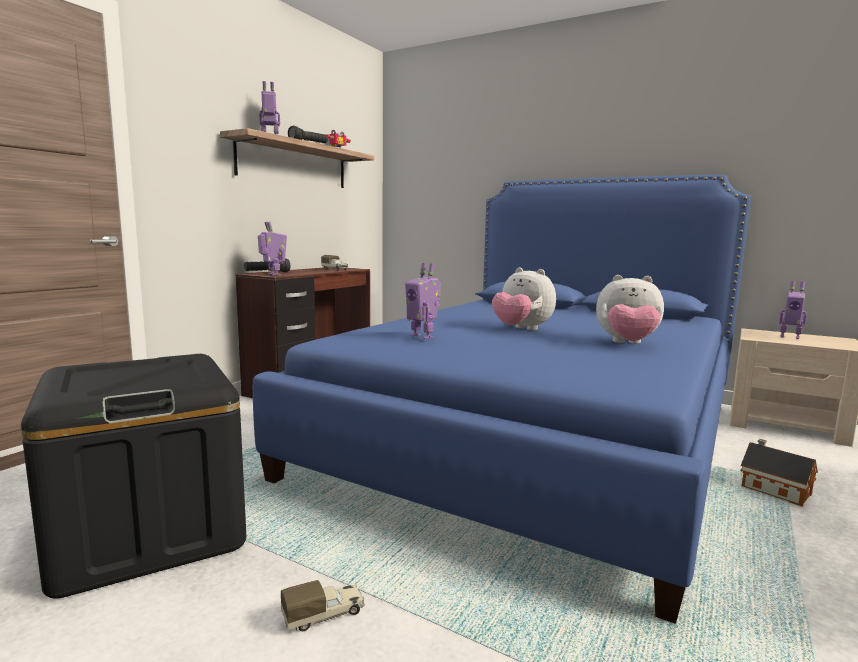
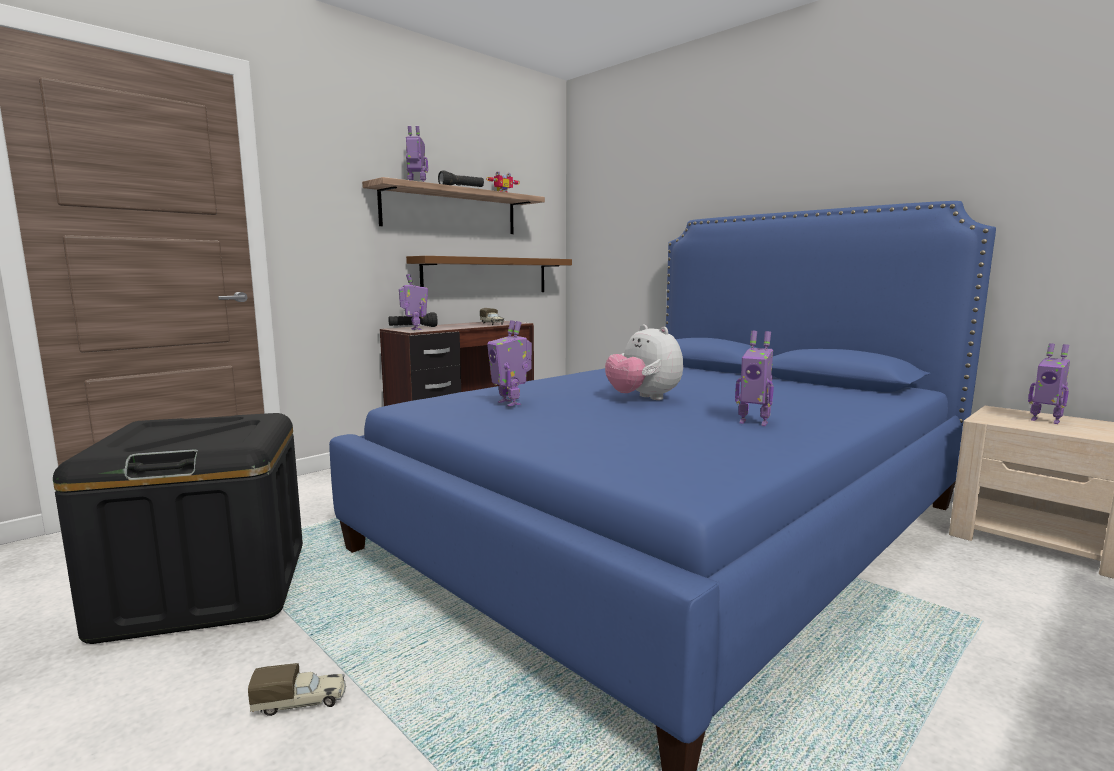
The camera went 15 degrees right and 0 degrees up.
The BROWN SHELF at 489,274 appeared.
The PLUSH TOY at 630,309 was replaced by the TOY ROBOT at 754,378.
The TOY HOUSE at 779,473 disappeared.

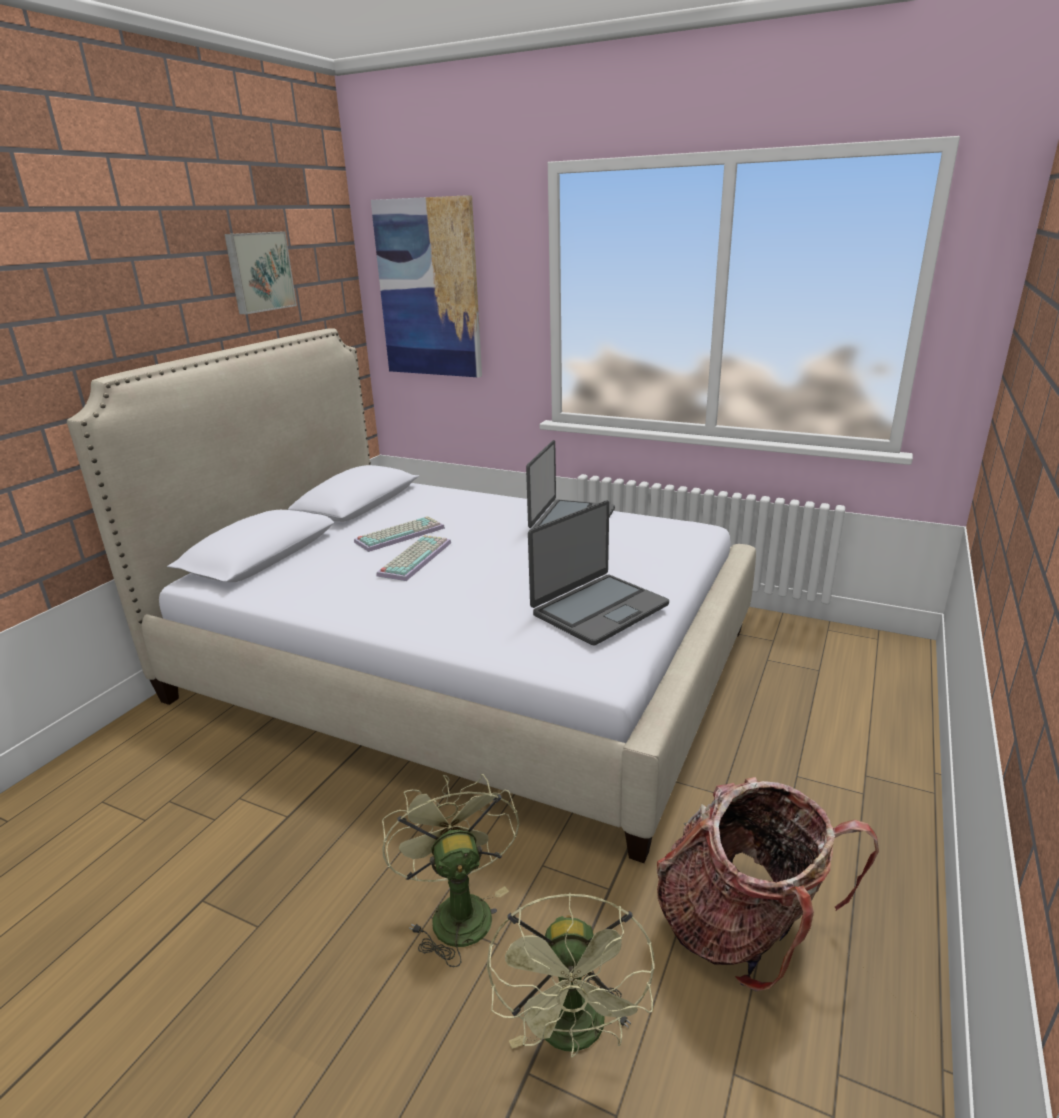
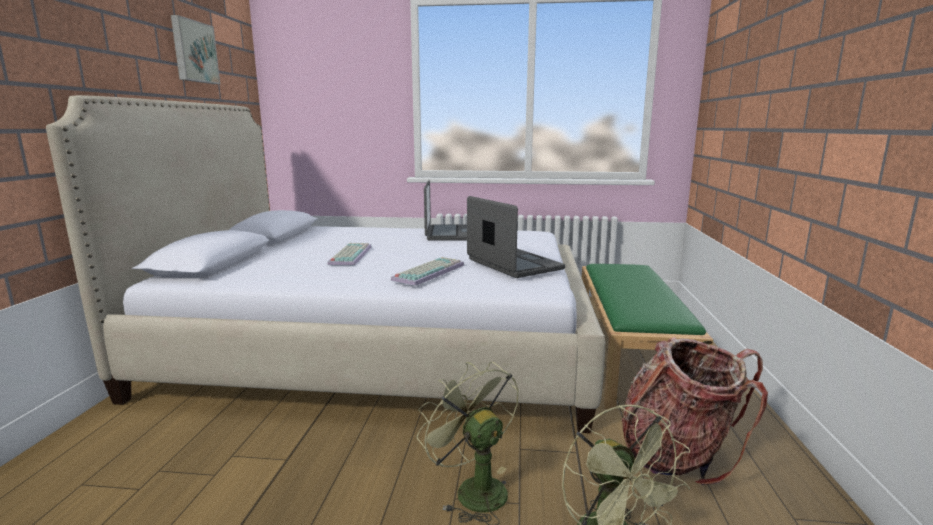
The camera went 20 degrees left and 10 degrees down.
The KEYBOARD moved from 399,534 to 427,271.
The LAPTOP at 598,573 turned 60 degrees counterclockwise.
The GREEN BENCH at 647,337 appeared.
The PICTURE at 426,286 disappeared.

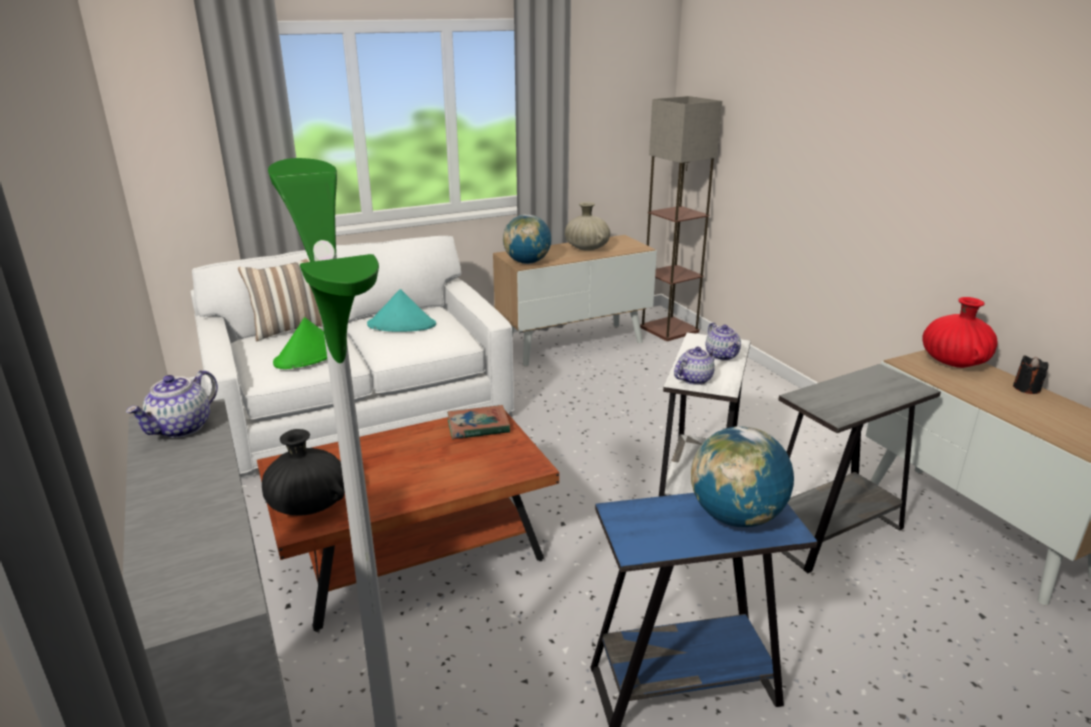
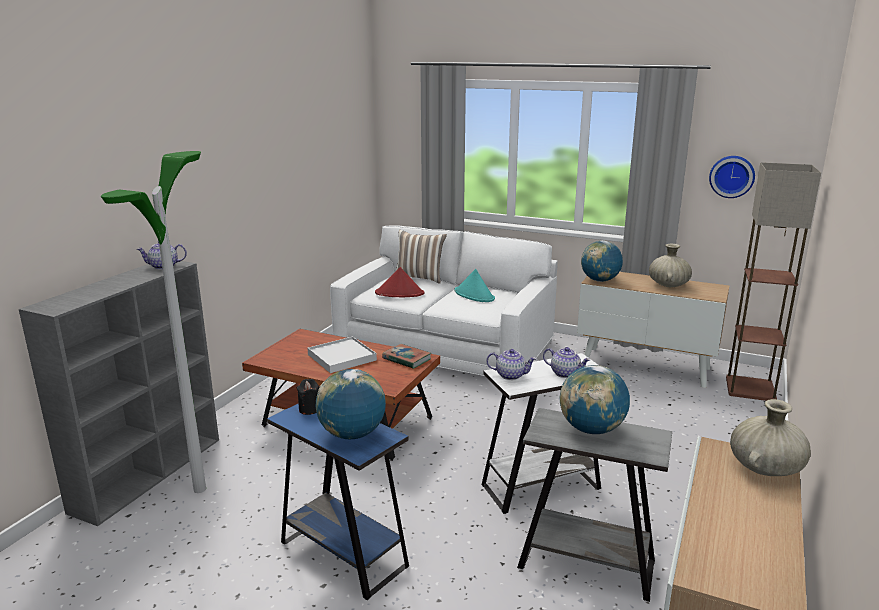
The camera went 50 degrees right and 5 degrees down.
The BLACK CANDLE moved from 1030,374 to 308,397.
The WHITE TRAY at 342,354 appeared.
The GREEN HAT at 300,343 became the RED HAT at 399,282.
The TEAPOT at 723,341 turned 90 degrees counterclockwise.
The GLOBE at 595,399 appeared.
The WALL CLOCK at 732,177 appeared.
The RED VASE at 960,332 became the BEIGE VASE at 770,437.
The BLACK VASE at 303,472 disappeared.

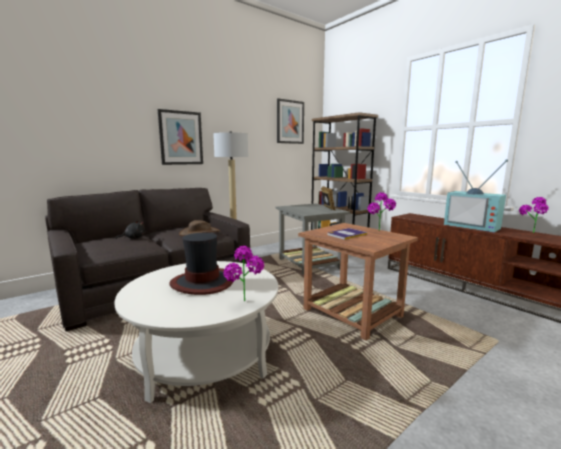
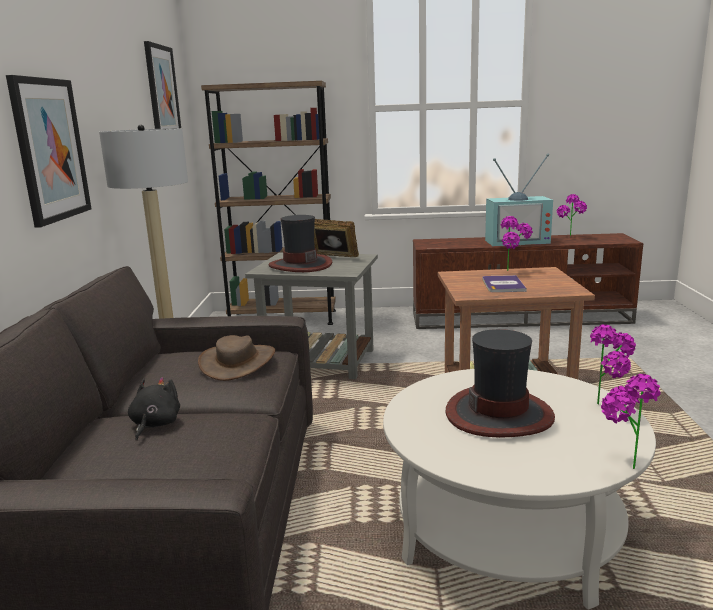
The camera went 50 degrees left and 5 degrees up.
The HAT at 300,243 appeared.
The POTTED PLANT at 631,421 appeared.

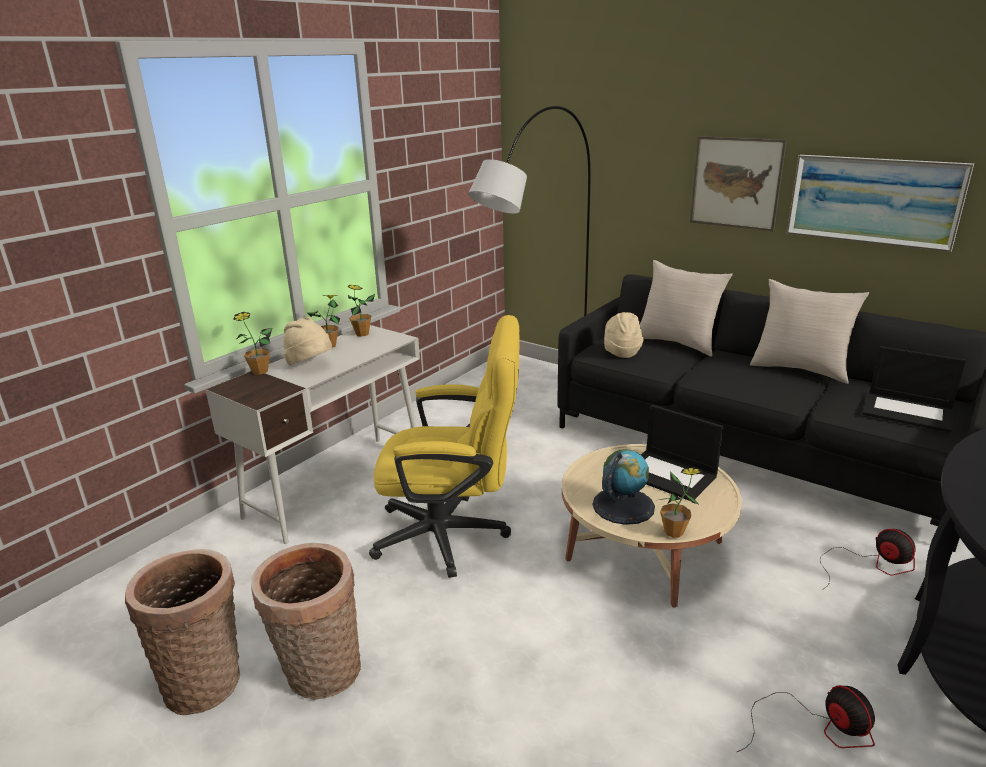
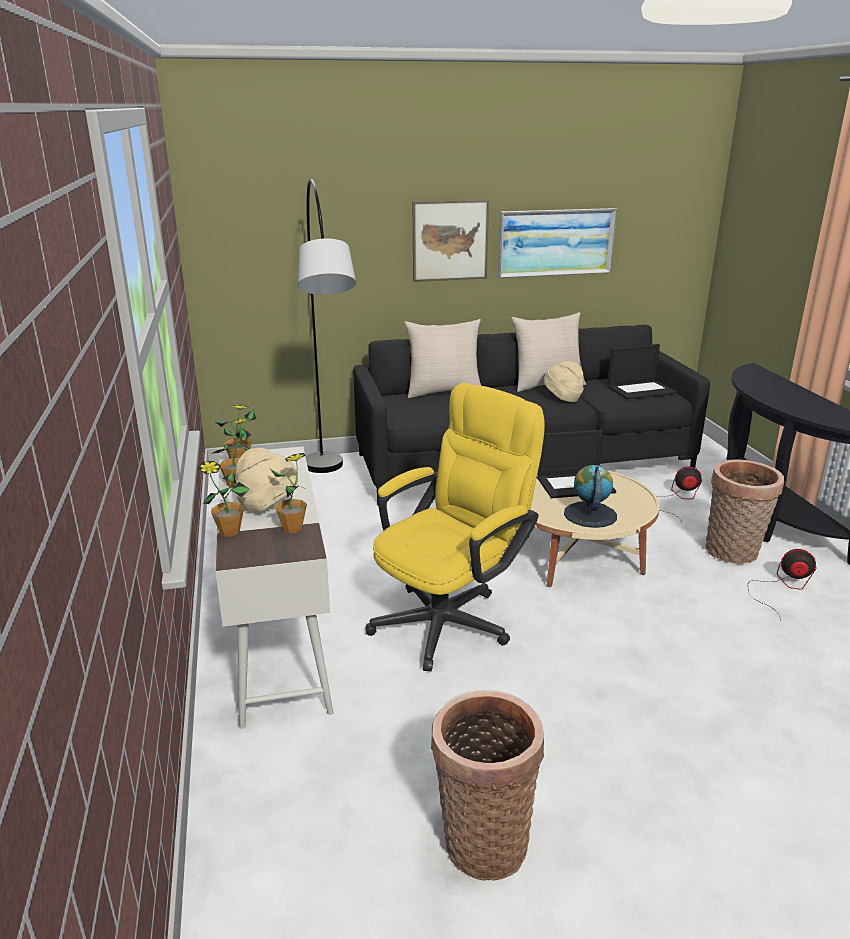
The camera went 50 degrees left and 0 degrees up.
The POTTED PLANT moved from 680,503 to 288,493.
The BEIGE HAT moved from 623,335 to 563,381.
The BASKET moved from 306,621 to 744,511.

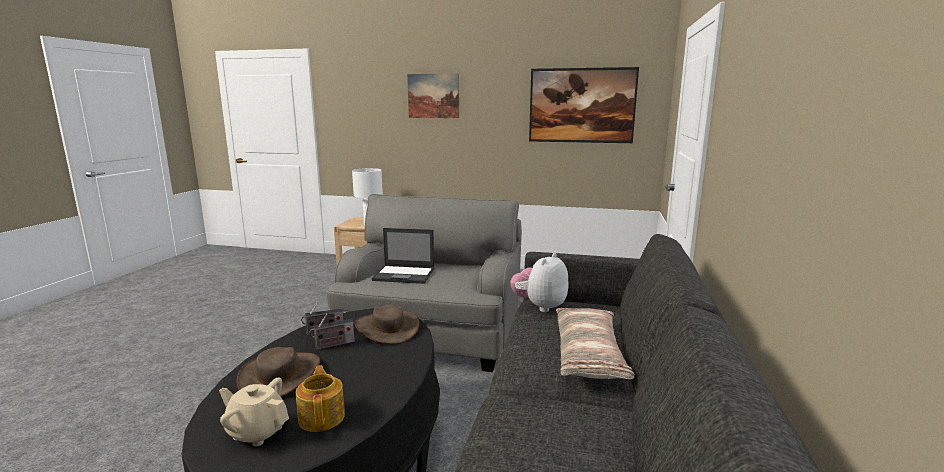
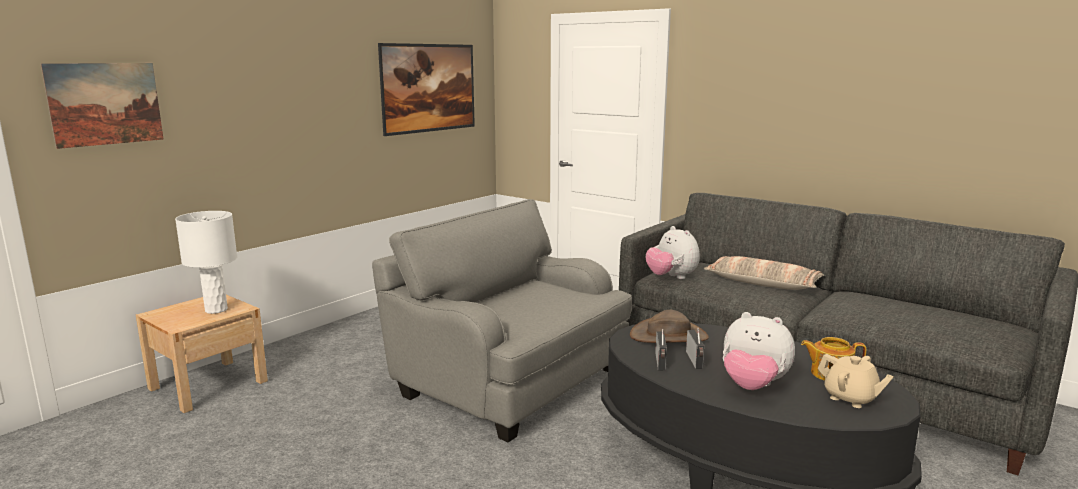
The camera went 65 degrees left and 0 degrees up.
The PICTURE moved from 433,95 to 102,106.
The BROWN HAT at 278,372 was replaced by the PLUSH TOY at 759,351.
The BEIGE TEAPOT at 254,412 turned 90 degrees counterclockwise.
The LAPTOP at 403,256 disappeared.

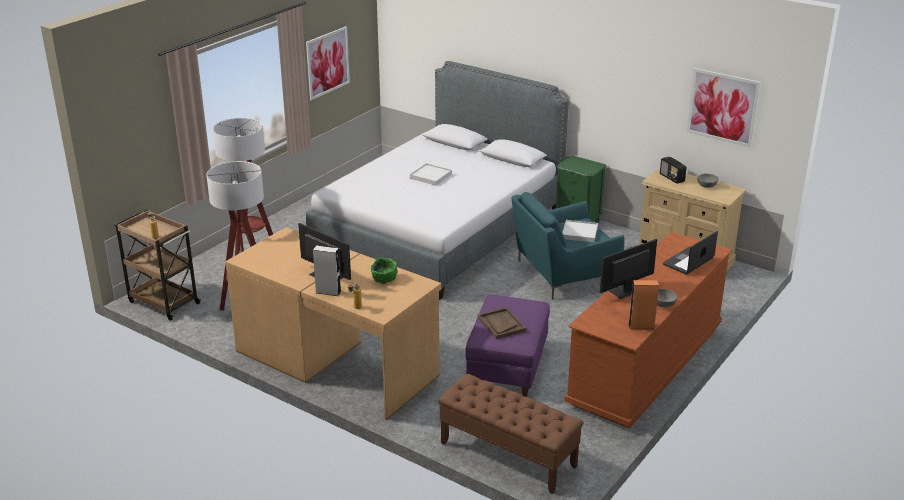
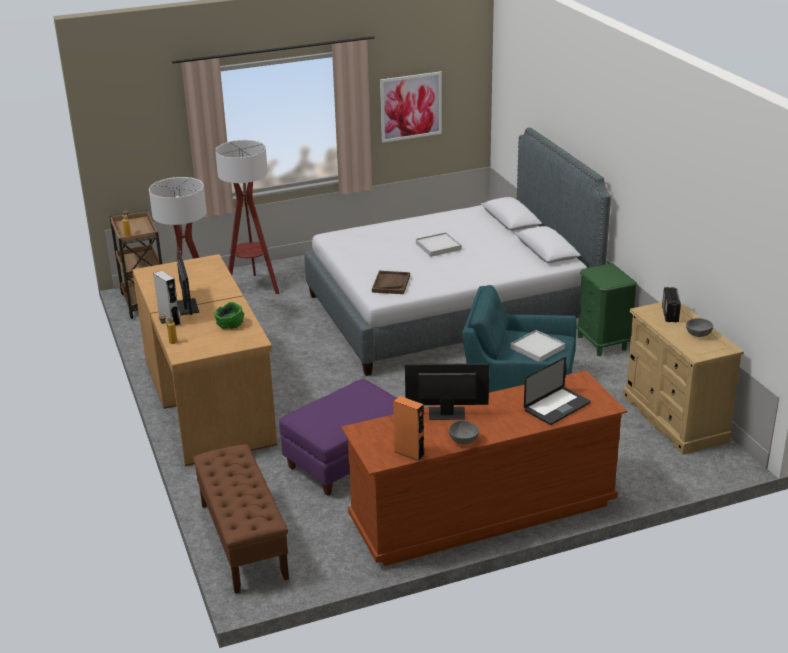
The camera went 35 degrees right and 0 degrees up.
The BROWN TRAY moved from 502,323 to 391,282.
The LAPTOP at 690,253 turned 150 degrees clockwise.
The PICTURE at 724,108 disappeared.

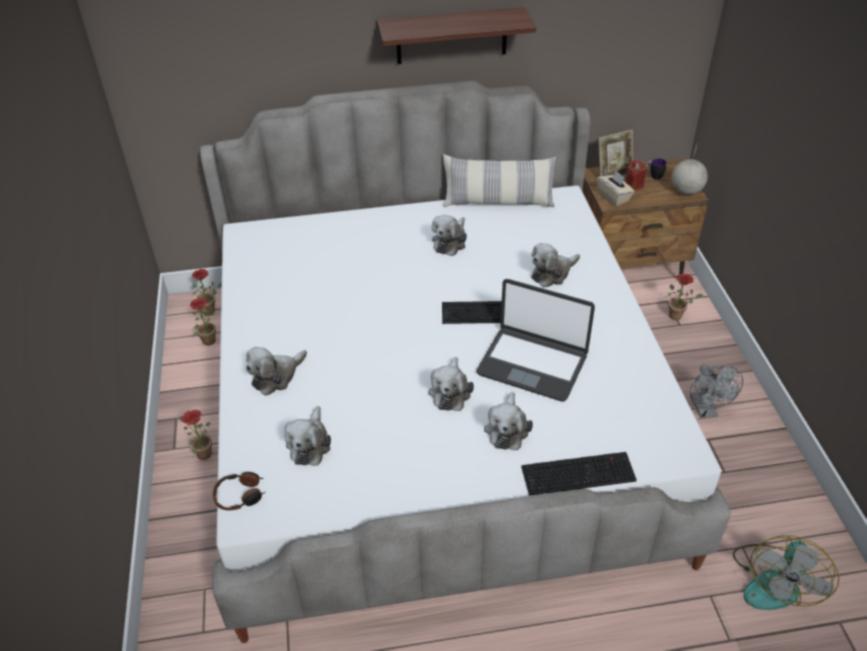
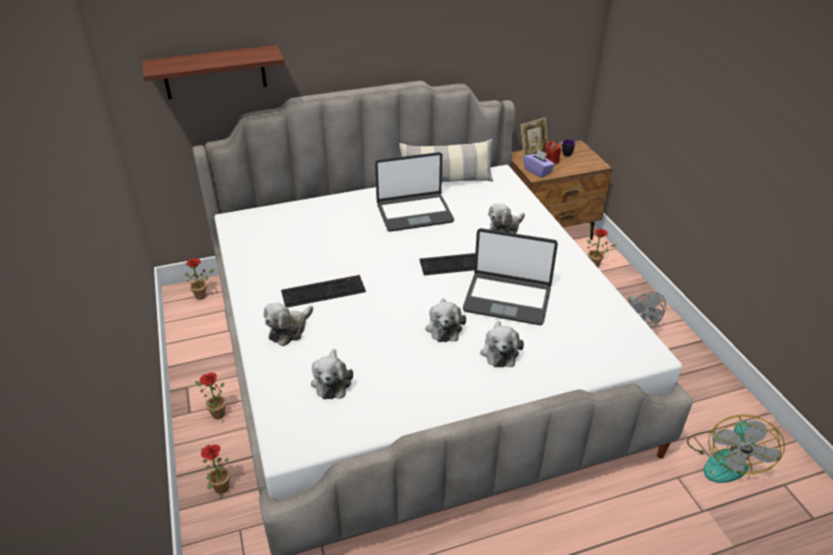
The camera went 10 degrees left and 5 degrees down.
The SHELF moved from 456,35 to 213,72.
The POTTED PLANT moved from 203,321 to 215,469.
The KEYBOARD moved from 579,474 to 323,291.
The PLUSH TOY at 449,235 was replaced by the LAPTOP at 414,192.
The BEIGE TISSUE BOX at 615,188 became the PURPLE TISSUE BOX at 539,163.
The HEADPHONES at 239,491 disappeared.
The GLOBE at 689,169 disappeared.

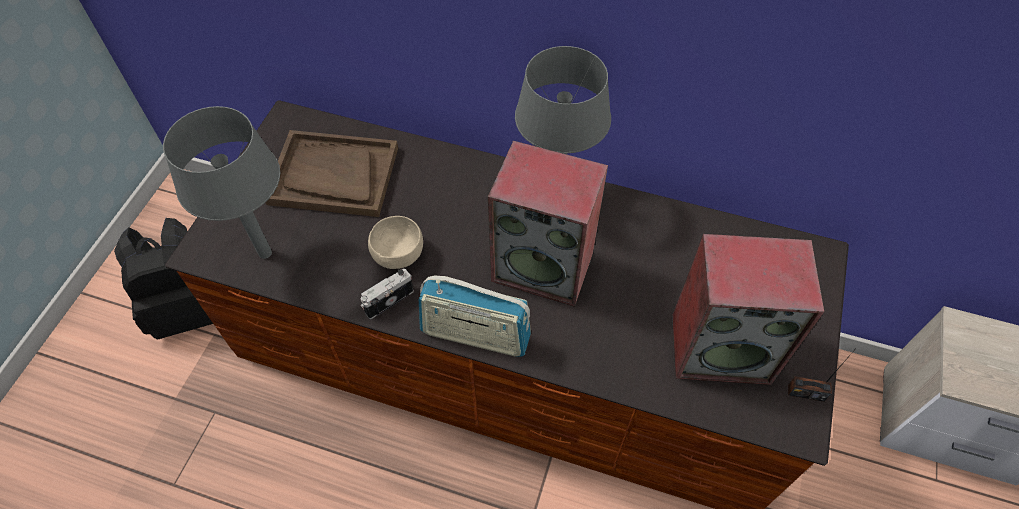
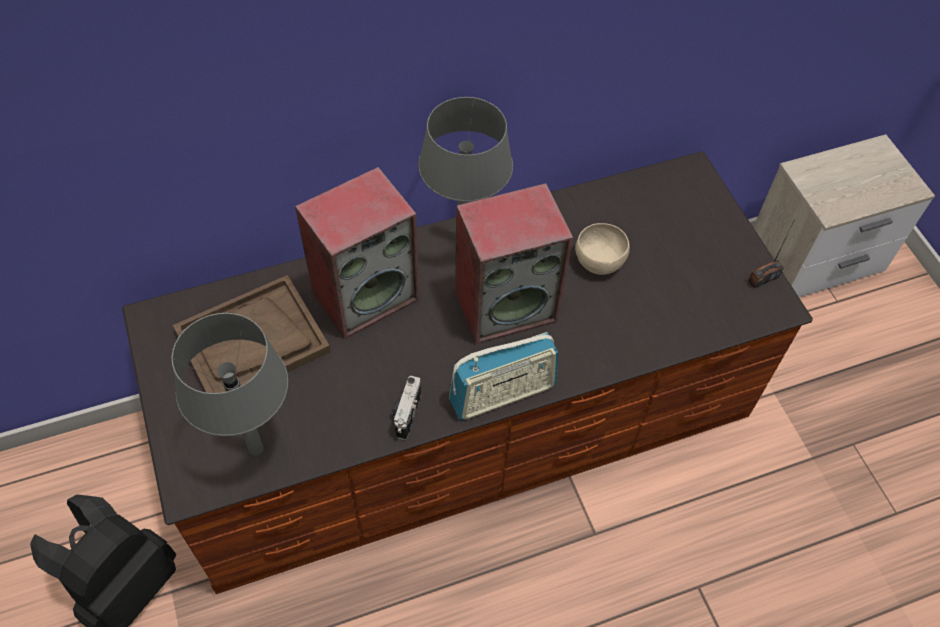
The camera went 40 degrees left and 0 degrees up.
The SPEAKER moved from 748,309 to 357,253.
The BEIGE BOWL moved from 395,242 to 602,249.

